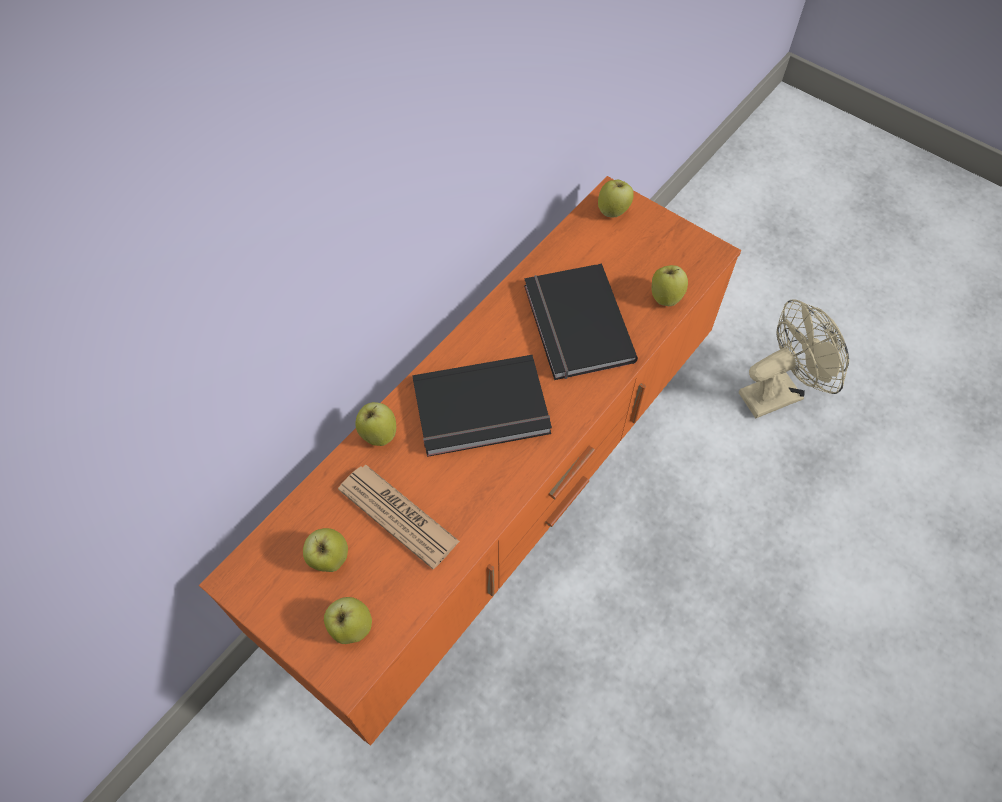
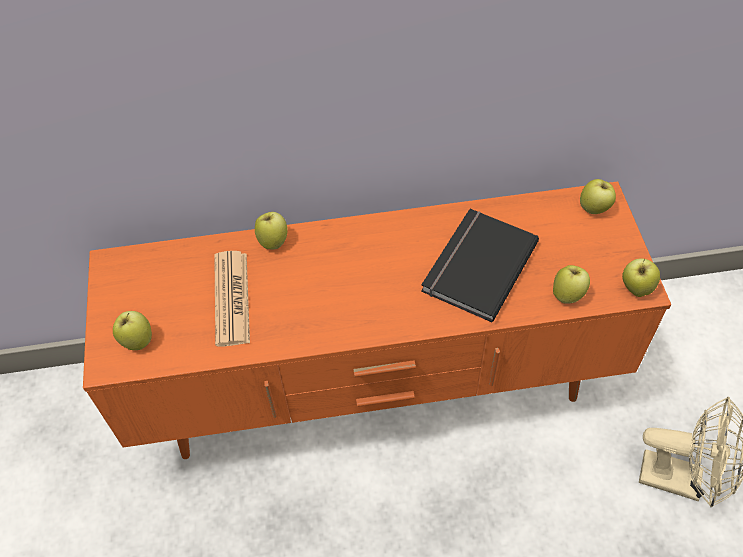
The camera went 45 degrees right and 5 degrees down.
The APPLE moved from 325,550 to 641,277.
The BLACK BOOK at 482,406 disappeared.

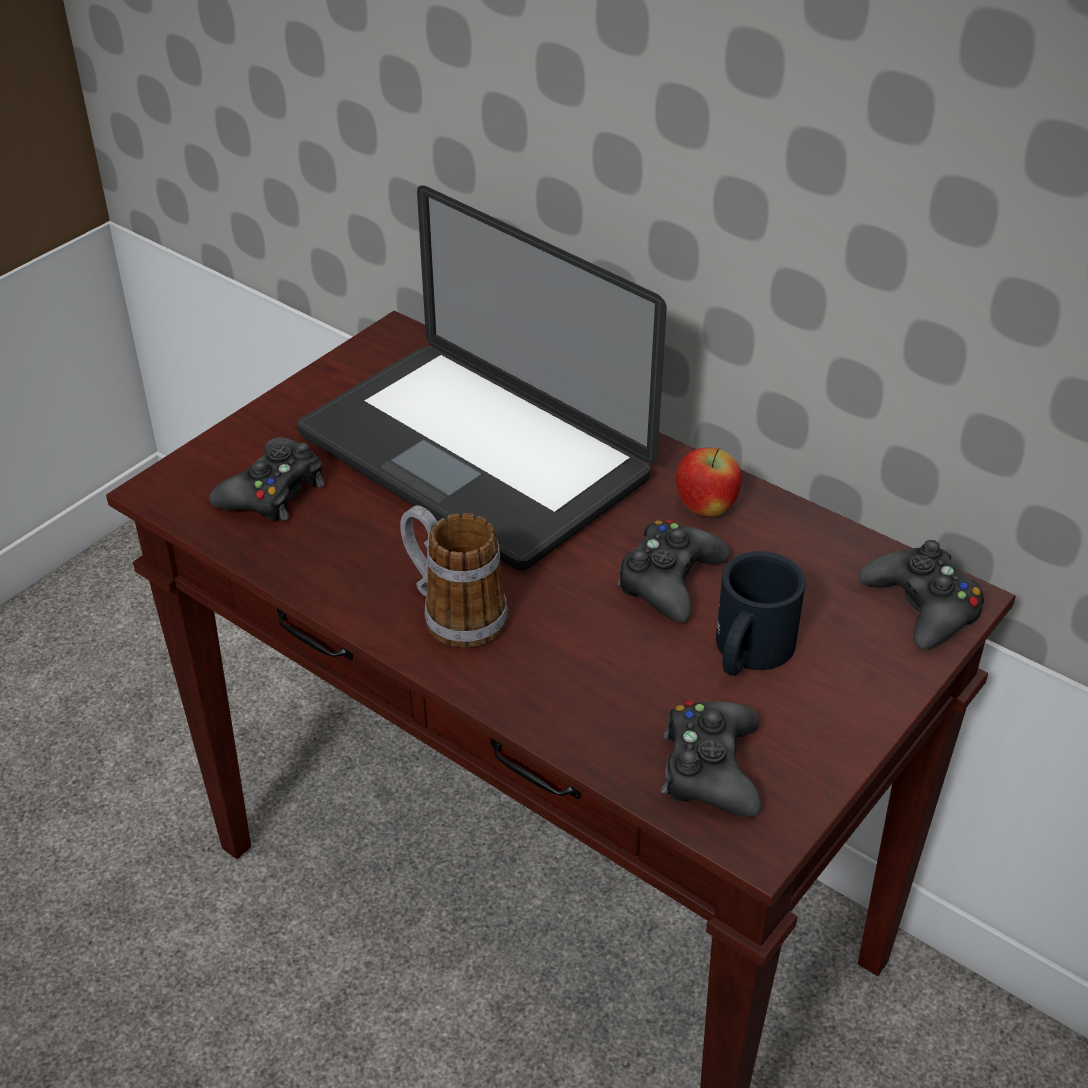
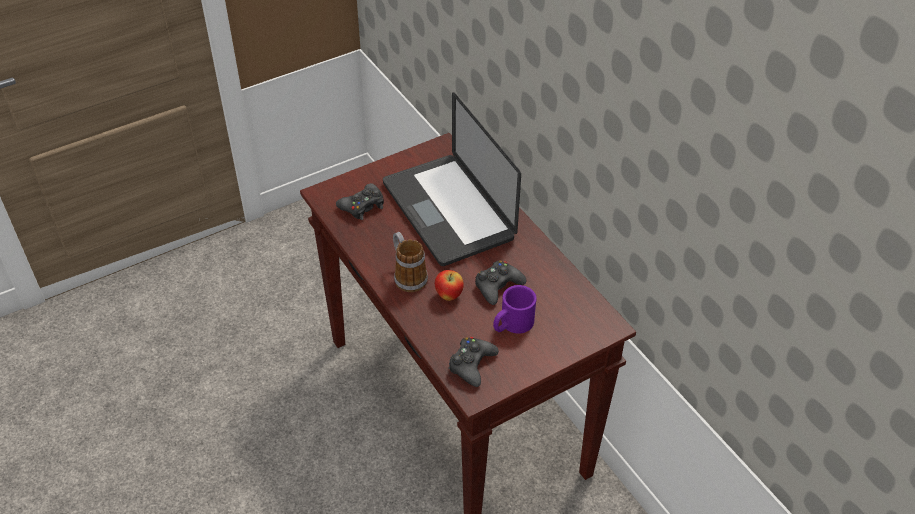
The camera went 20 degrees right and 5 degrees up.
The APPLE moved from 708,482 to 449,285.
The BLACK MUG at 761,613 became the PURPLE MUG at 515,309.
The BLACK GAME CONTROLLER at 921,595 disappeared.

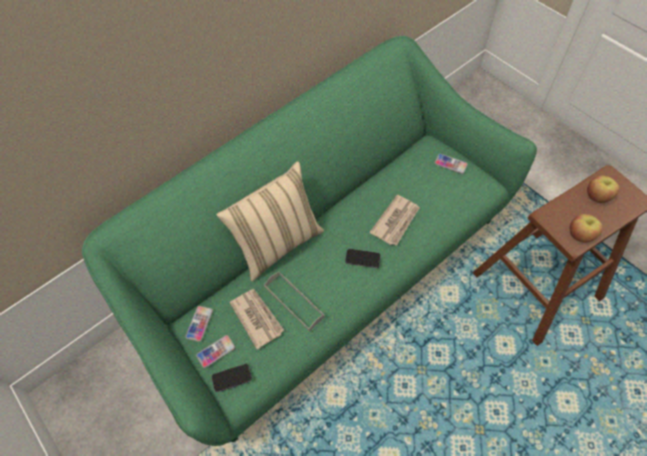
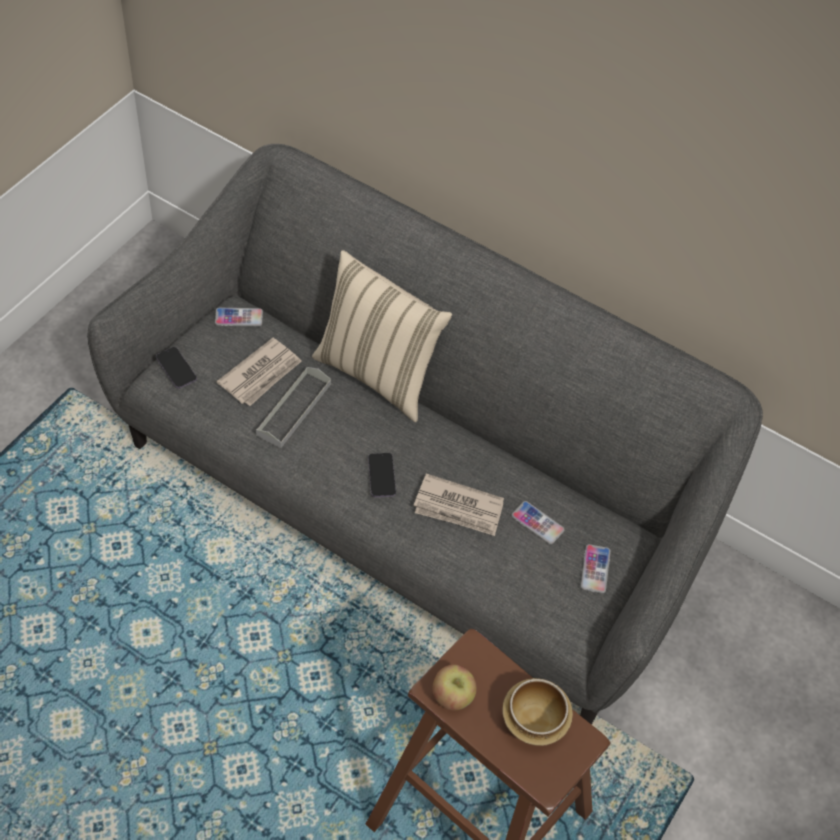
The camera went 65 degrees right and 5 degrees down.
The GREEN SOFA at 309,241 became the GREY SOFA at 425,434.
The APPLE at 603,189 was replaced by the BOWL at 537,712.
The PHONE moved from 215,351 to 538,522.

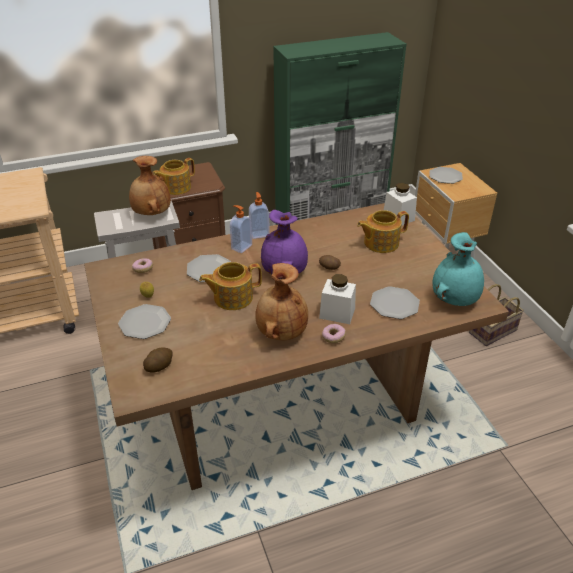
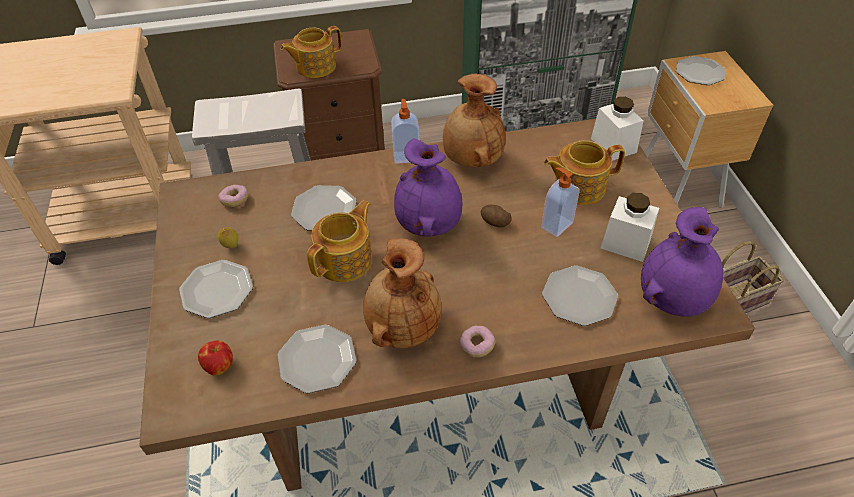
The camera went 10 degrees right and 10 degrees up.
The POTATO at 158,360 was replaced by the APPLE at 215,358.
The PLATE at 317,359 appeared.
The TEAPOT at 230,286 turned 135 degrees clockwise.
The BROWN VASE moved from 150,185 to 474,120.
The SOAP DISPENSER moved from 241,229 to 560,202.
The WHITE JAR moved from 337,299 to 629,227.
The TURQUOISE VASE at 458,269 became the PURPLE VASE at 682,262.

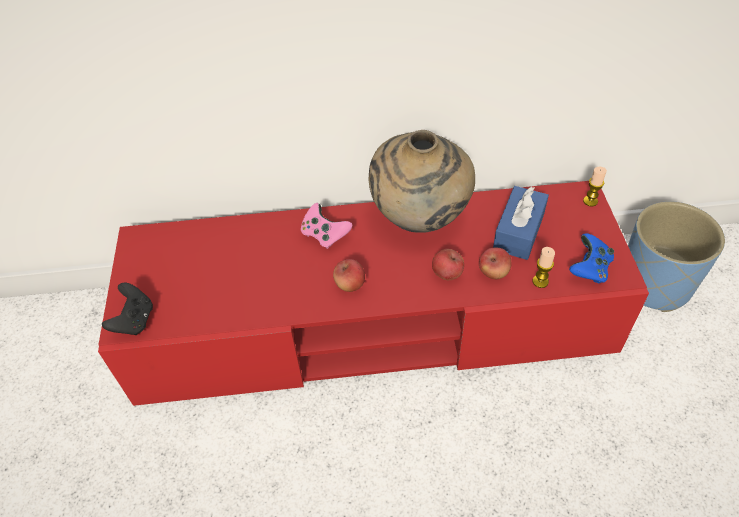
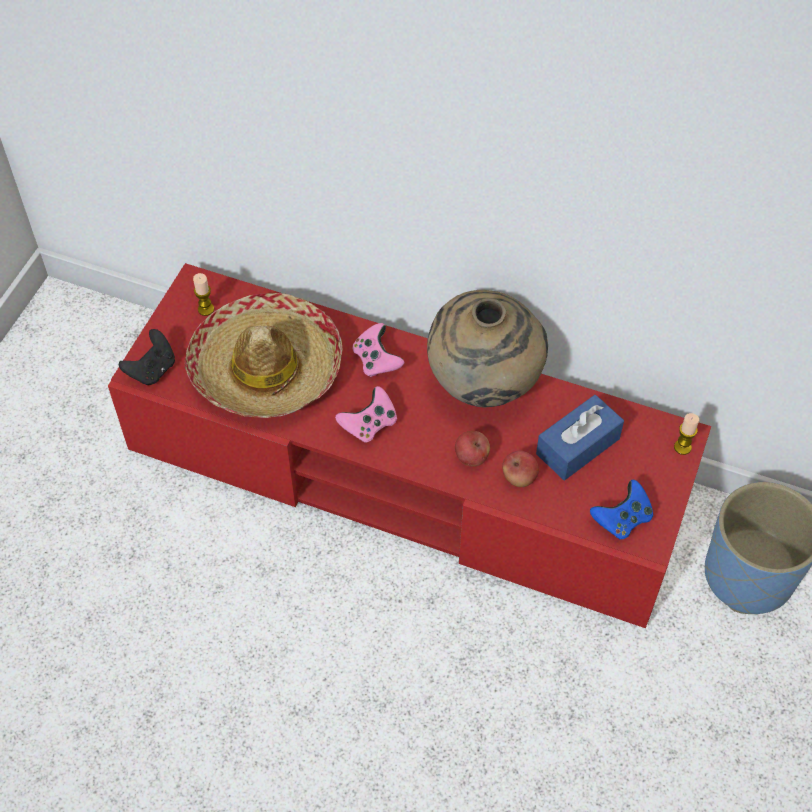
The camera went 25 degrees right and 5 degrees up.
The HAT at 264,355 appeared.
The CANDLE moved from 544,267 to 203,294.
The APPLE at 349,275 was replaced by the PINK GAME CONTROLLER at 366,414.

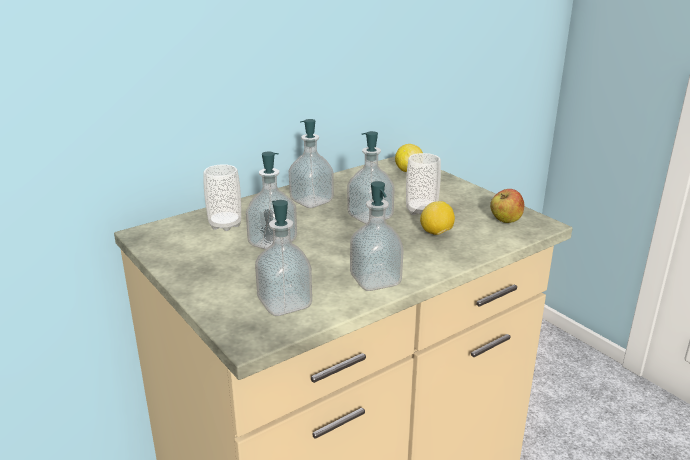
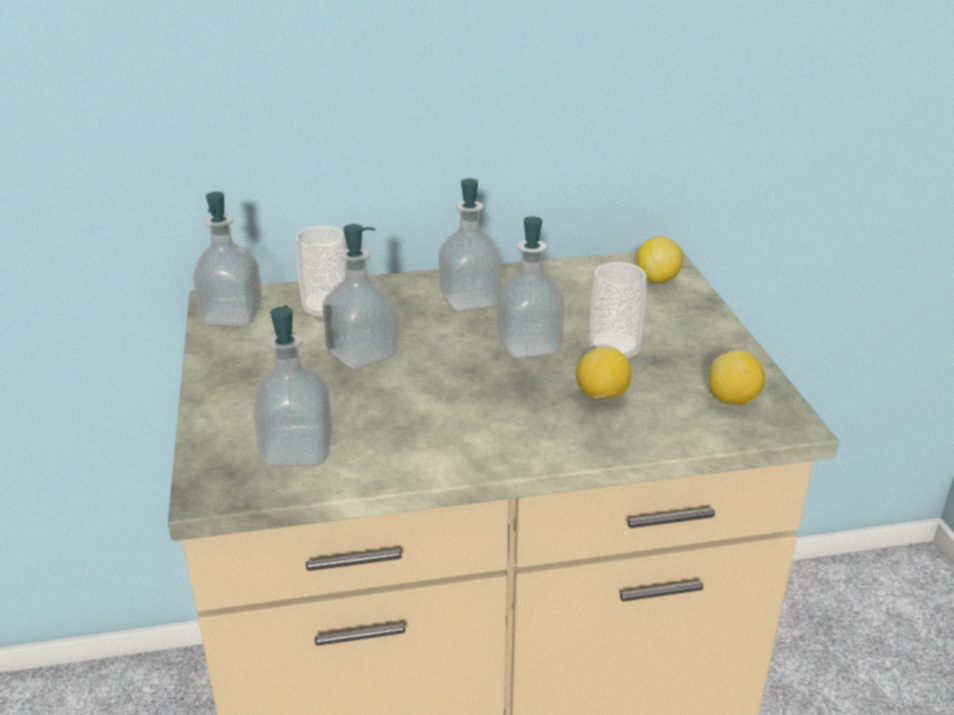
The camera went 25 degrees right and 5 degrees up.
The SOAP DISPENSER moved from 377,236 to 228,259.
The APPLE at 507,206 was replaced by the LEMON at 736,377.

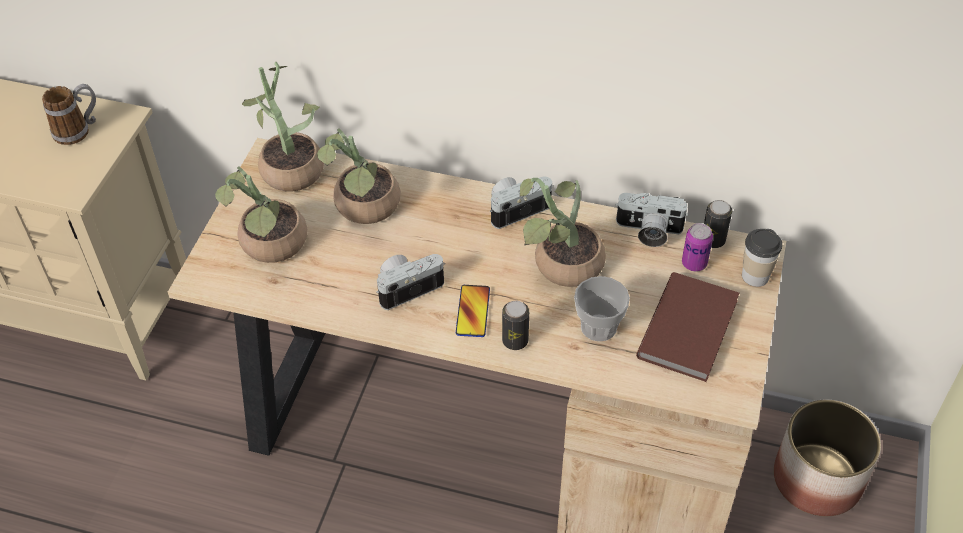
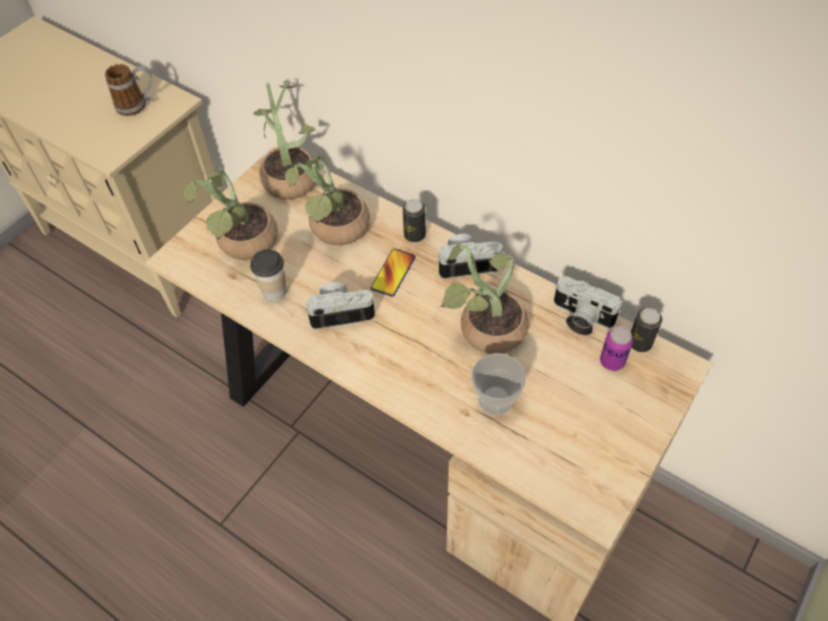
The camera went 20 degrees right and 5 degrees up.
The CUP moved from 762,258 to 268,275.
The PHONE moved from 473,311 to 393,272.
The CAN moved from 515,325 to 414,220.
The BROWN BOOK at 687,327 disappeared.
The PLANTER at 827,458 disappeared.

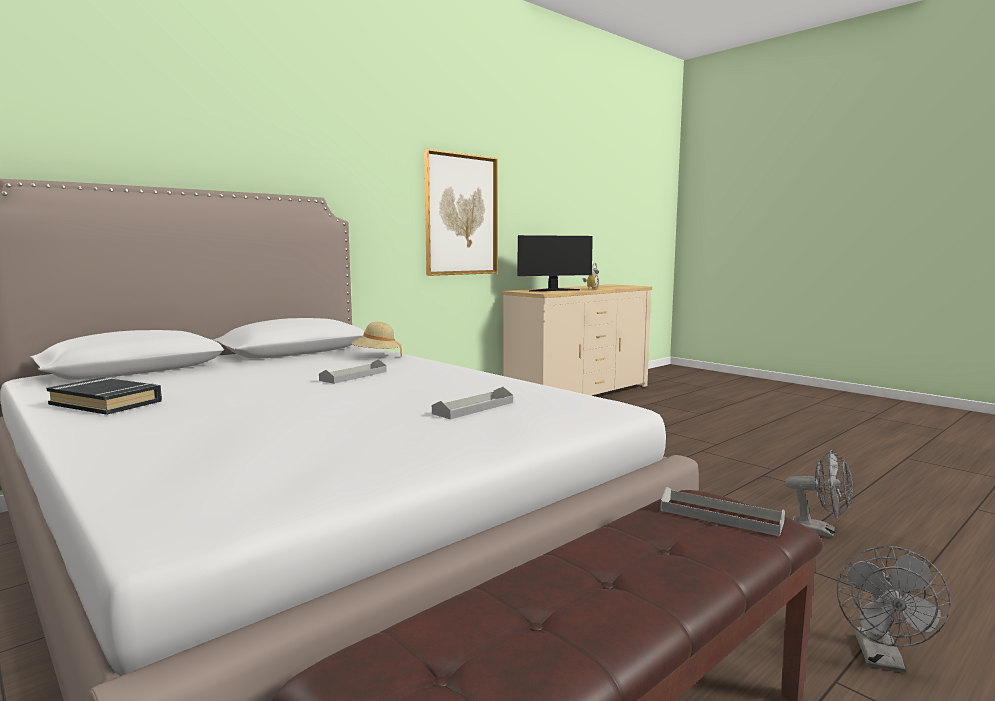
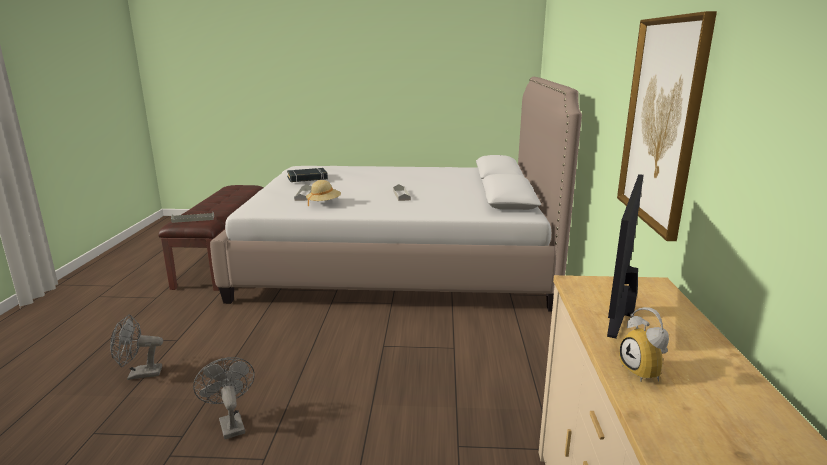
The camera went 135 degrees right and 10 degrees up.
The GREY FAN moved from 894,609 to 224,398.
The BLACK BOOK moved from 104,396 to 307,175.
The BEIGE HAT moved from 376,339 to 323,193.

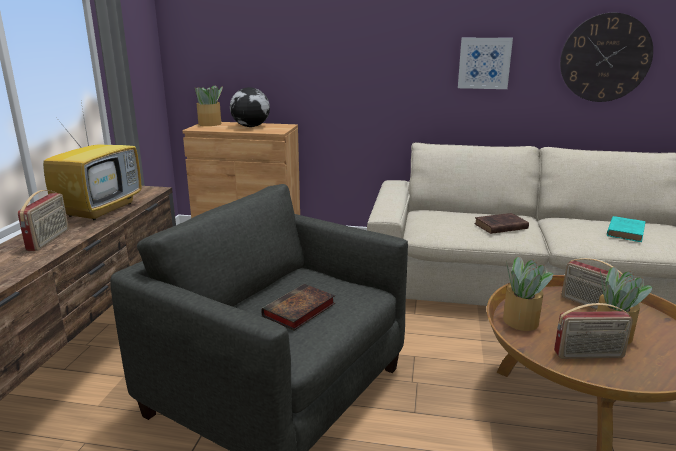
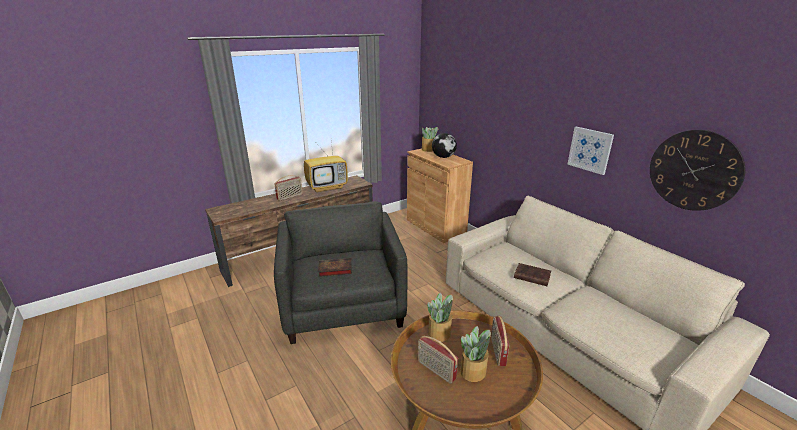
The camera went 45 degrees right and 5 degrees up.
The TURQUOISE BOOK at 626,229 disappeared.

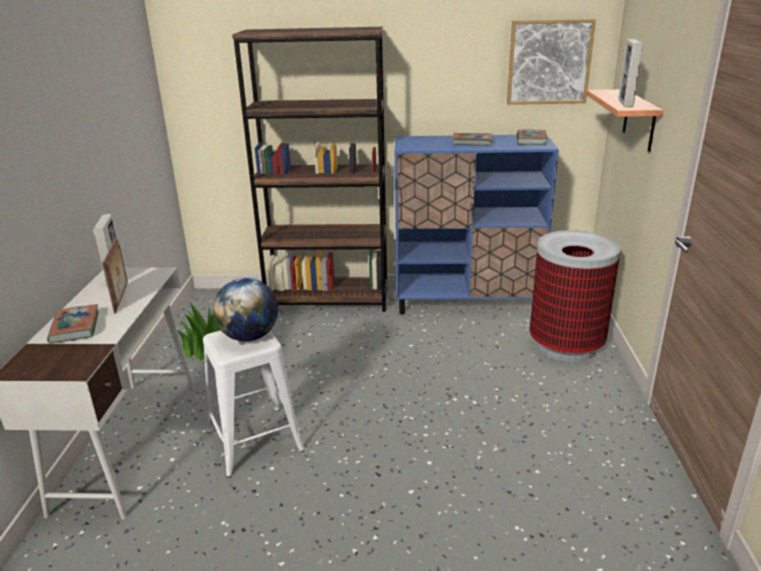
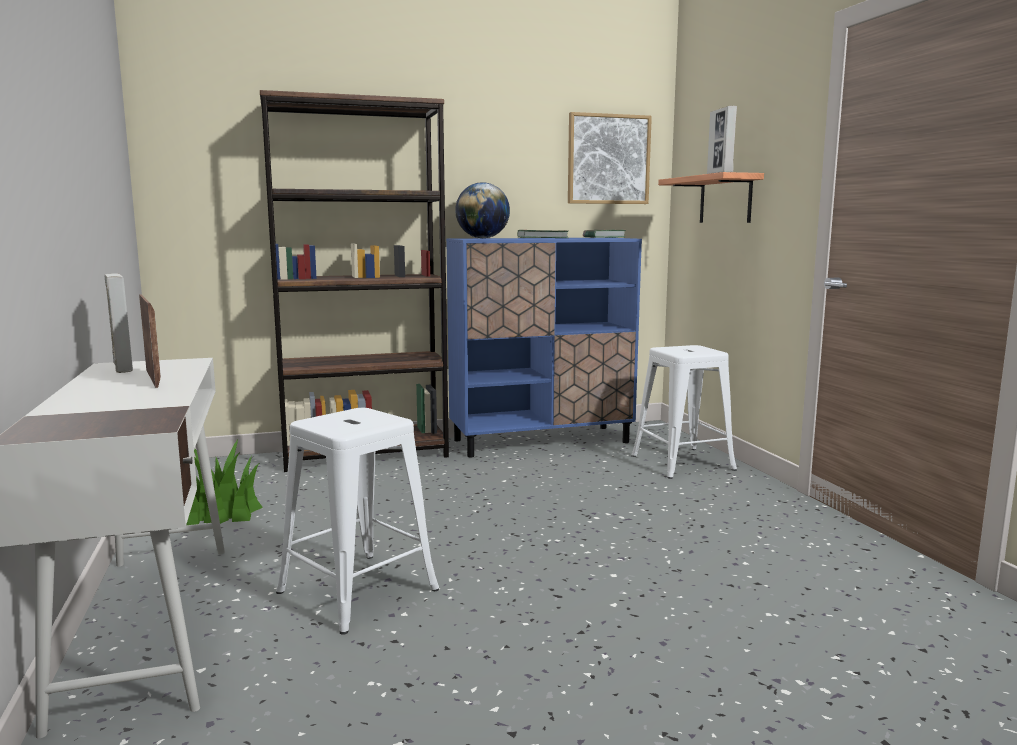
The camera went 20 degrees left and 15 degrees down.
The GLOBE moved from 245,310 to 482,210.
The TRASH CAN at 575,296 was replaced by the WHITE STOOL at 684,412.
The BOOK at 73,324 disappeared.

